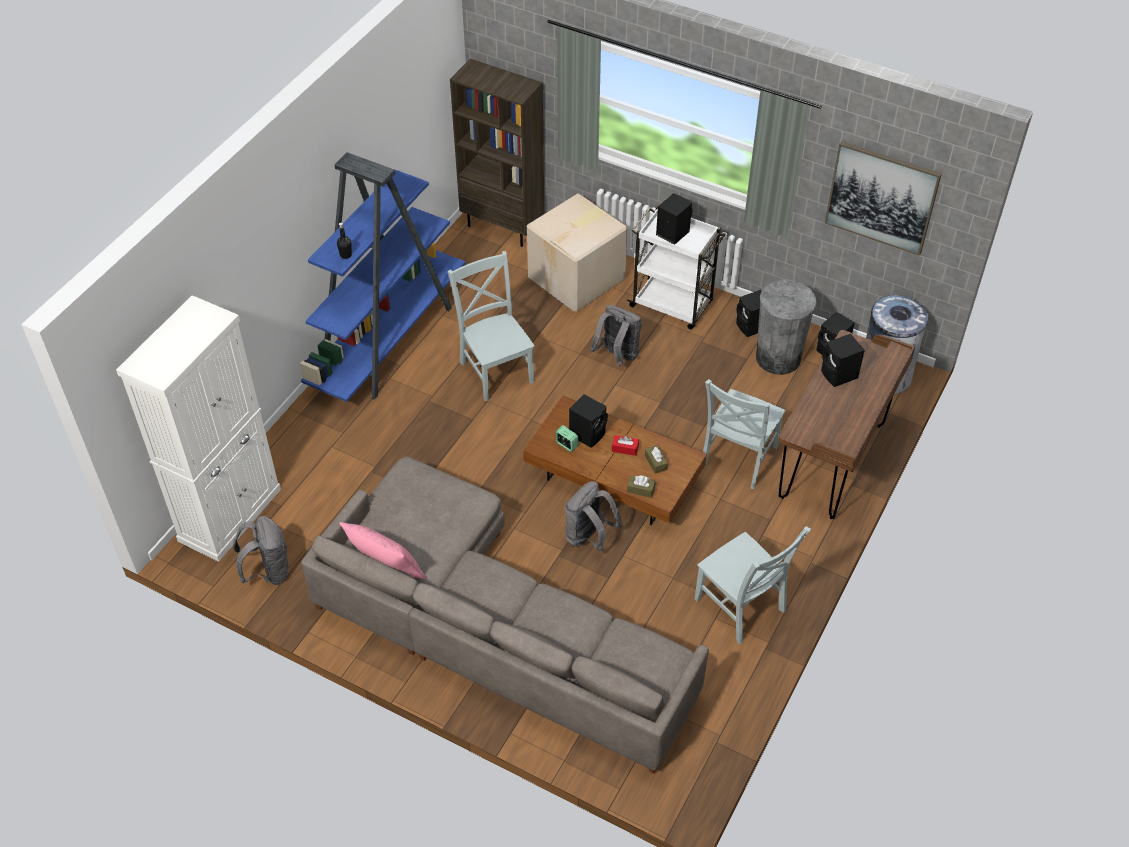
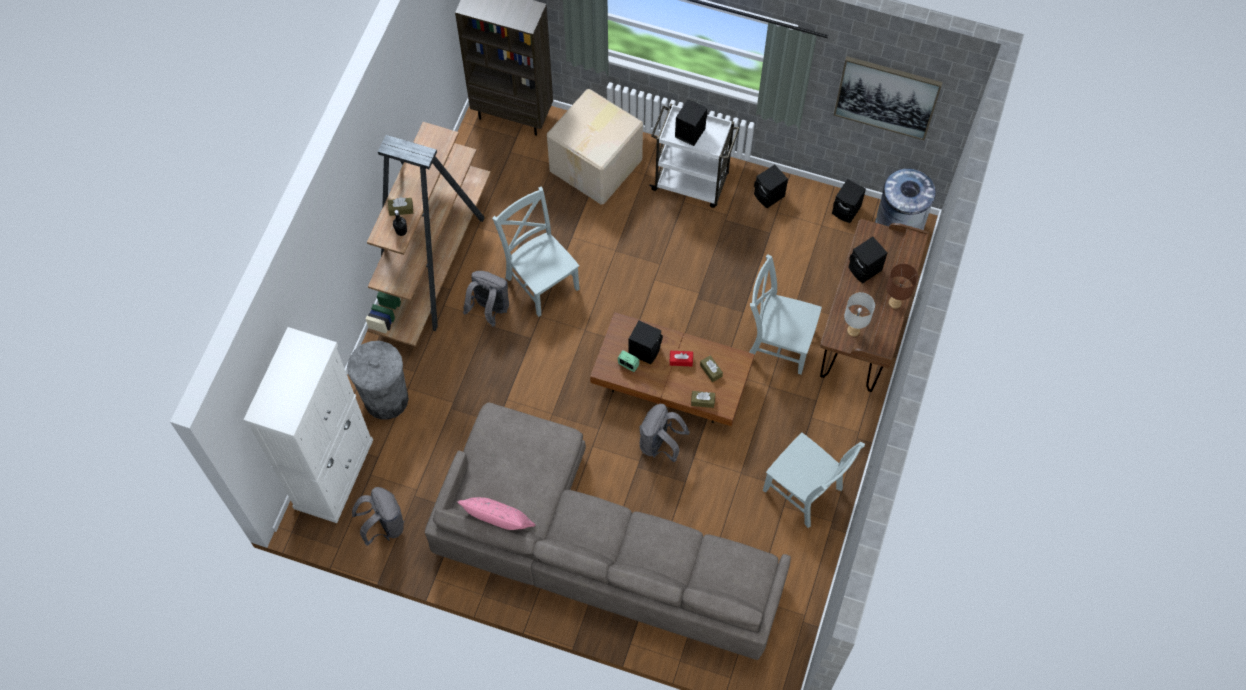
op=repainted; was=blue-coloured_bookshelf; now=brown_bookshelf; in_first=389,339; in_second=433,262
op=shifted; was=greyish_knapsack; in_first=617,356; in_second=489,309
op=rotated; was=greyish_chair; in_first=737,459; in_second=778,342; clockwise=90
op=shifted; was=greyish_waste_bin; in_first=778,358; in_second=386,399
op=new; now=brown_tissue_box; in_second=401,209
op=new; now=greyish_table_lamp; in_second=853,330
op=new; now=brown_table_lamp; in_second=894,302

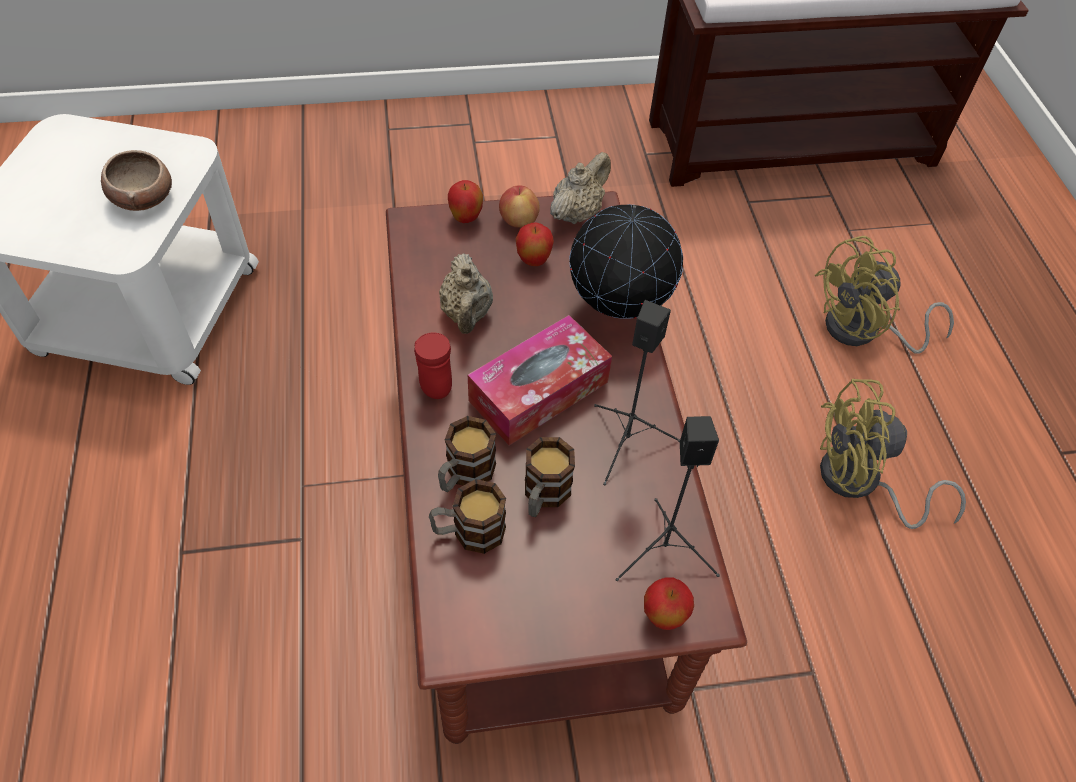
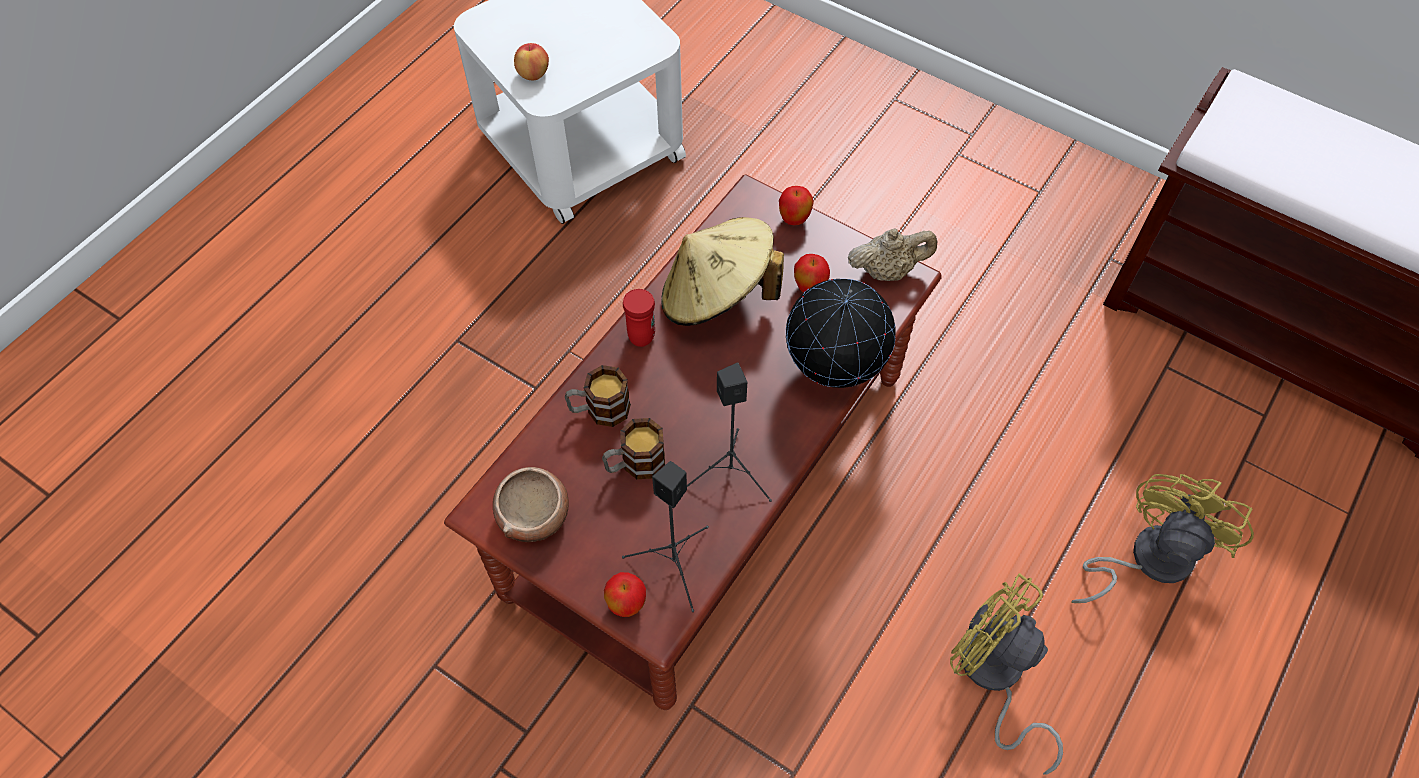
op=shifted; was=bowl; in_first=143,197; in_second=534,514
op=gone; was=tea_mug; in_first=468,532
op=swapped; was=beige_tea_pot; now=beige_hat; in_first=466,314; in_second=717,296
op=gone; was=tissue_box; in_first=538,391
op=shifted; was=apple; in_first=518,221; in_second=533,74
op=rotated; was=yellowish_fan; in_first=863,332; in_second=1147,559; clockwise=105

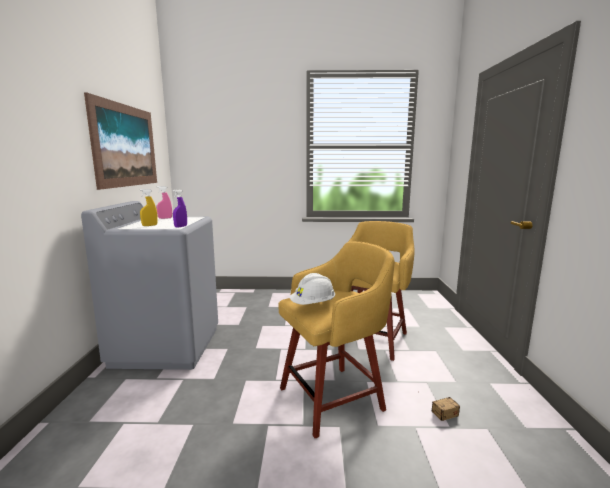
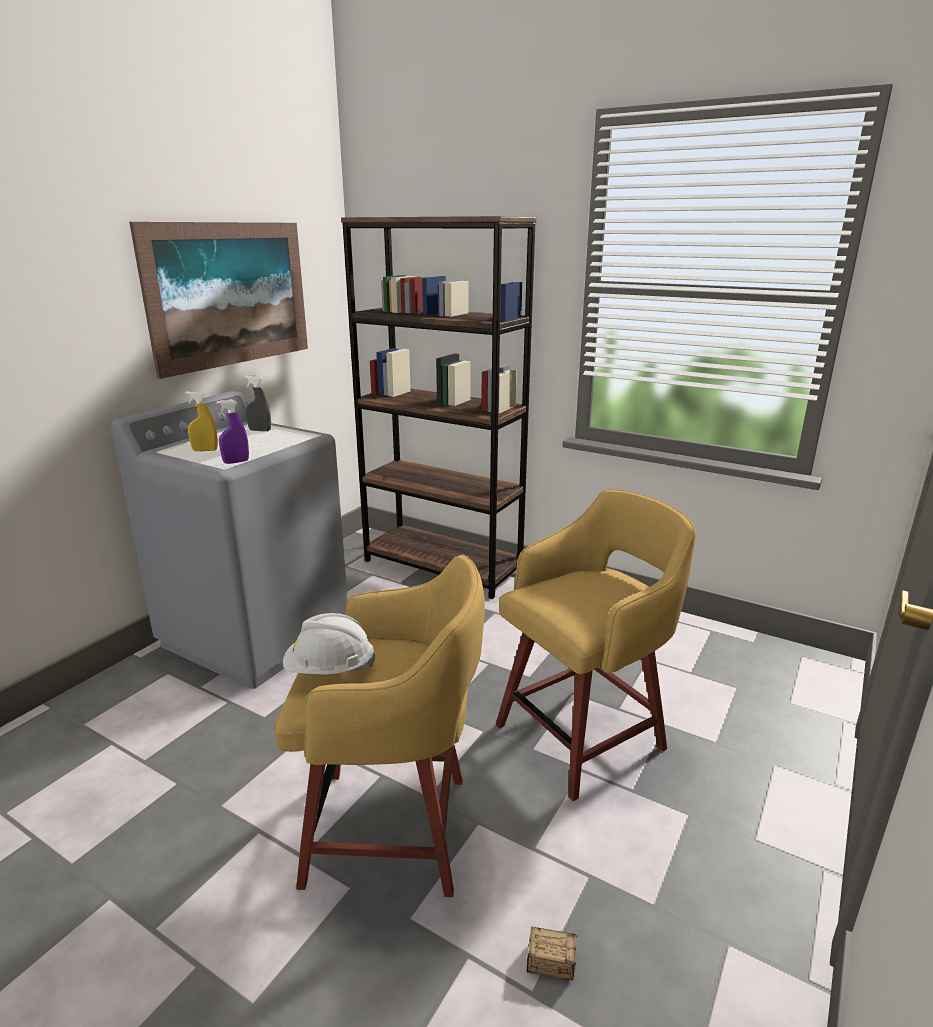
op=repainted; was=pink_hand_sprayer; now=greyish_hand_sprayer; in_first=165,218; in_second=260,430
op=new; now=brown_bookshelf; in_second=442,566

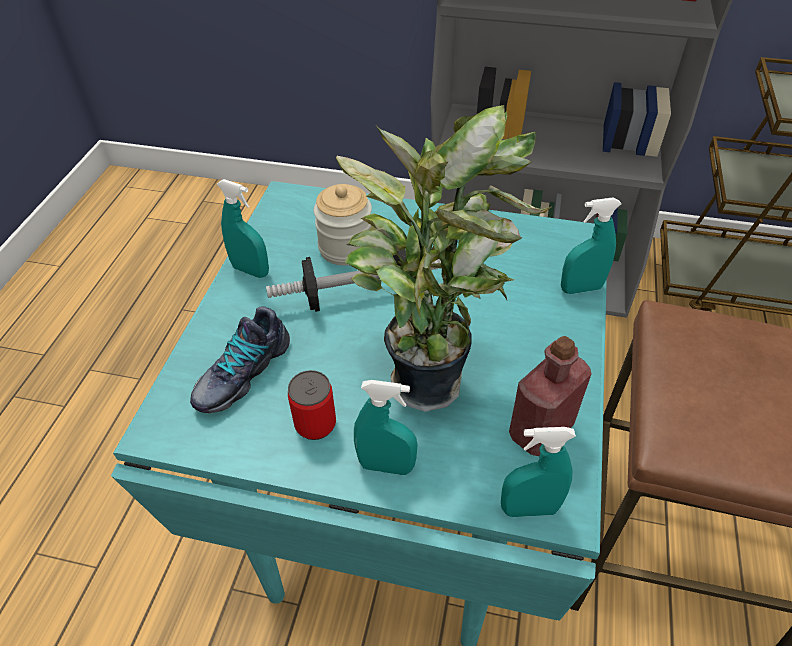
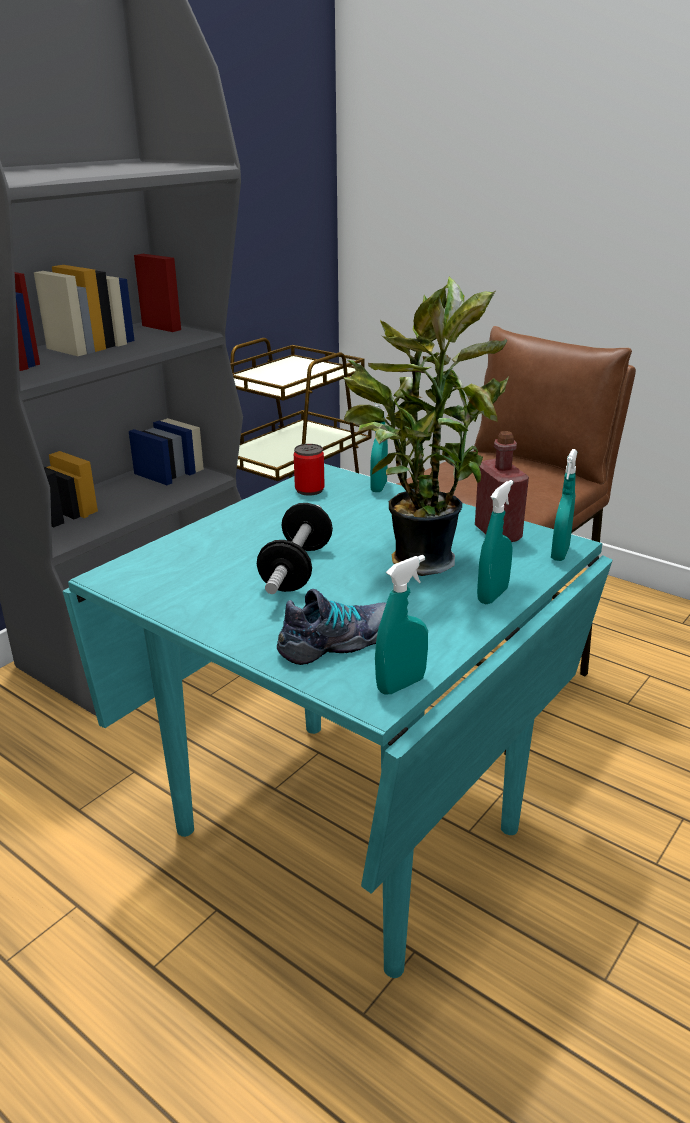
op=rotated; was=item_of_footwear; in_first=241,372; in_second=339,642; clockwise=-90
op=shifted; was=blue-green_hand_sprayer; in_first=251,270; in_second=401,685
op=shifted; was=can; in_first=315,424; in_second=309,490
op=gone; was=jar; in_first=346,248

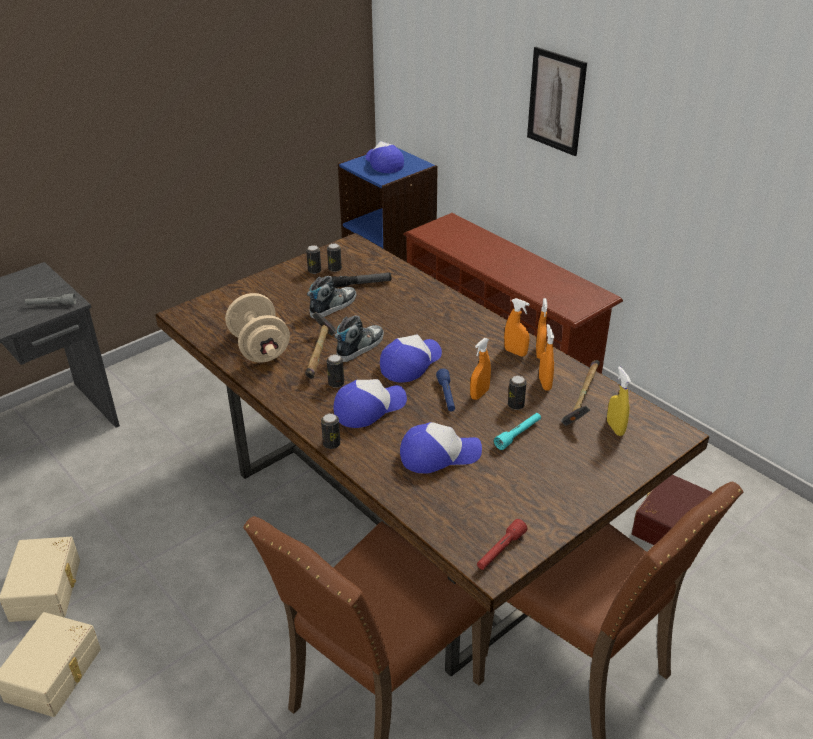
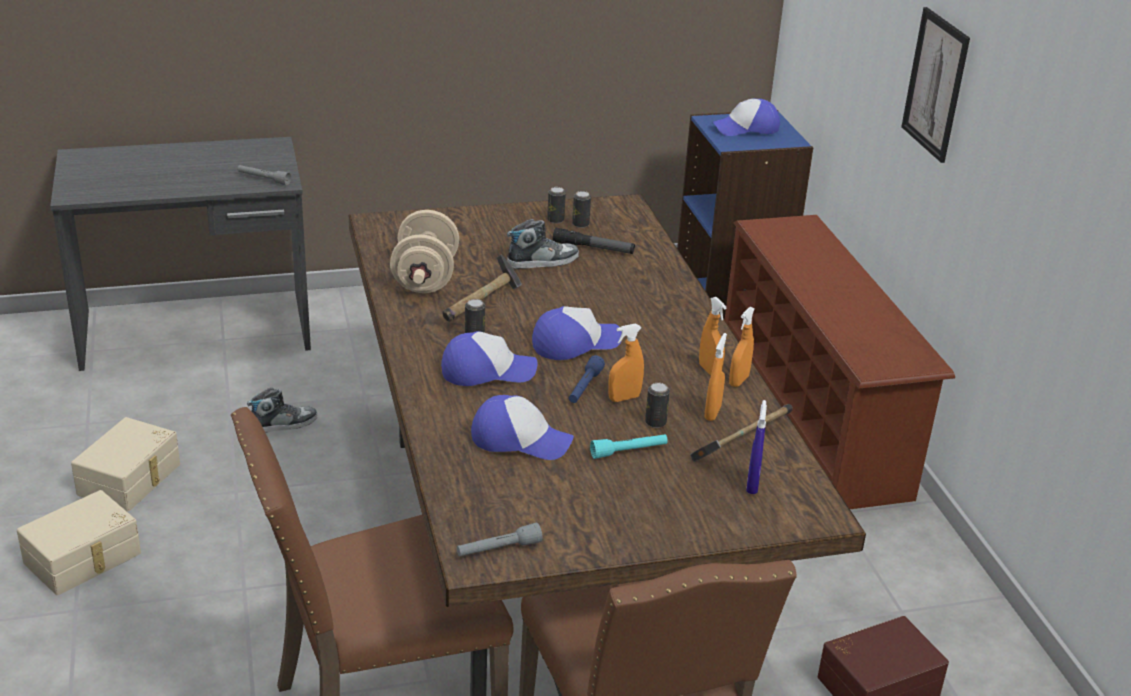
op=gone; was=can; in_first=331,444
op=shifted; was=item_of_footwear; in_first=360,347; in_second=283,424
op=rotated; was=baseball_cap; in_first=383,163; in_second=746,128; clockwise=-105
op=repainted; was=reddish_torch; now=greyish_torch; in_first=500,550; in_second=498,549
op=repainted; was=yellowish_hand_sprayer; now=blue-coloured_hand_sprayer; in_first=615,428; in_second=752,484

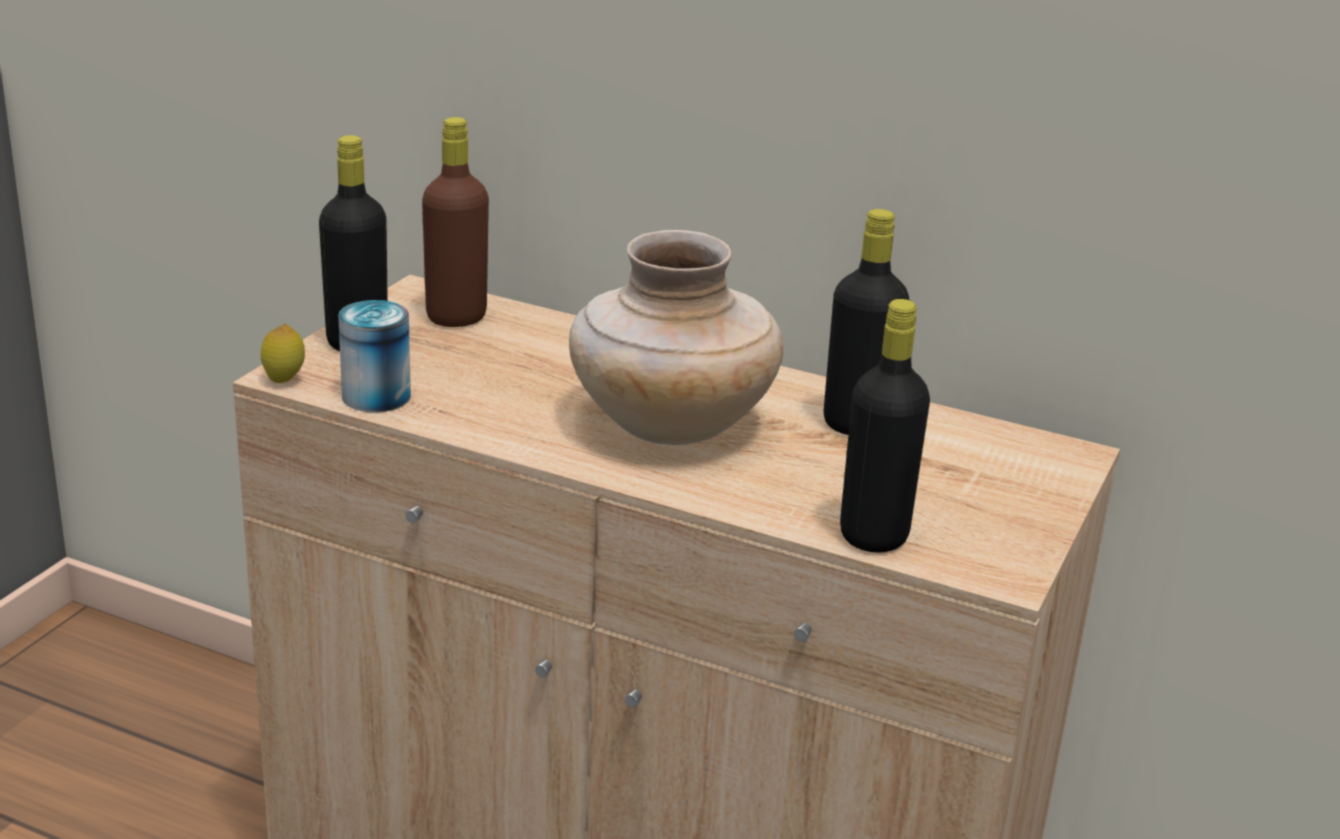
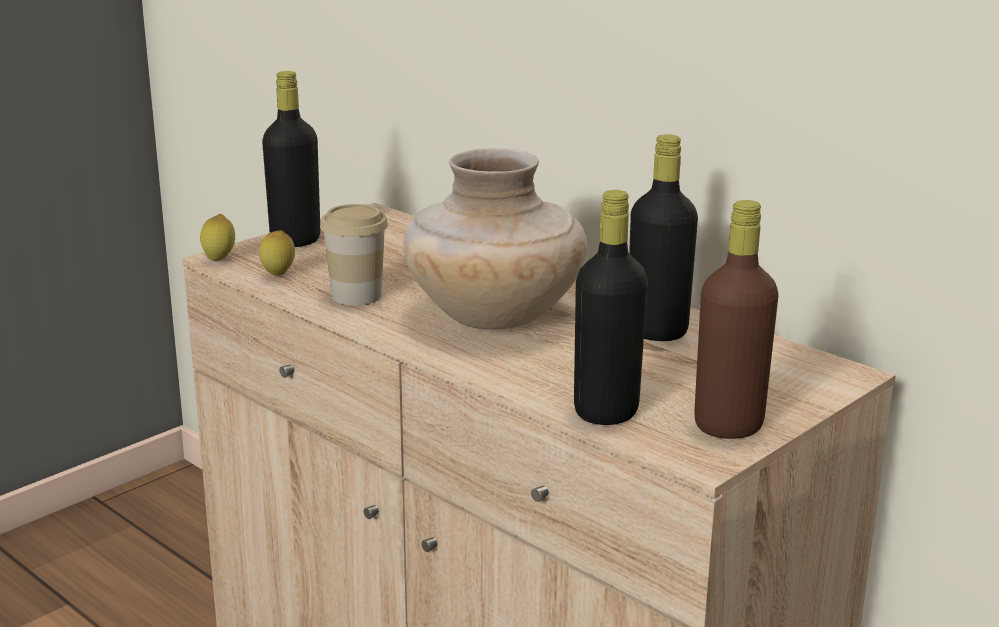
op=swapped; was=can; now=lemon; in_first=376,396; in_second=278,276
op=shifted; was=brown_bottle; in_first=456,317; in_second=728,426
op=new; now=cup; in_second=356,296

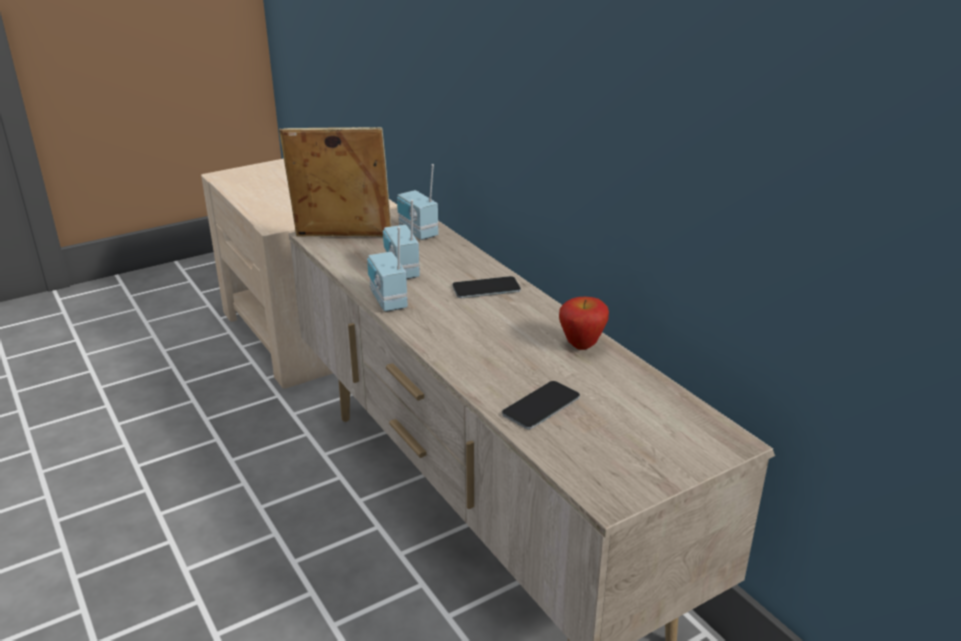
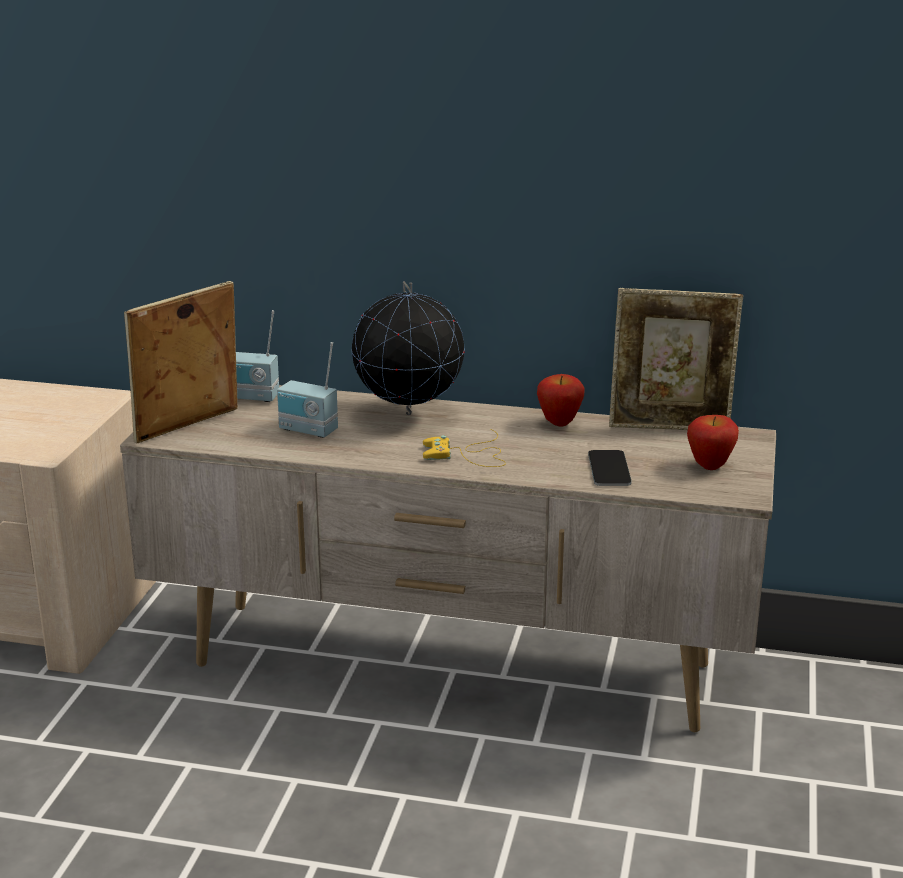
op=gone; was=radio_set; in_first=387,301
op=swapped; was=telephone; now=world_globe; in_first=486,288; in_second=409,415
op=new; now=yellowish_game_controller; in_second=469,455
op=new; now=picture_frame; in_second=670,427
op=new; now=apple; in_second=710,466

